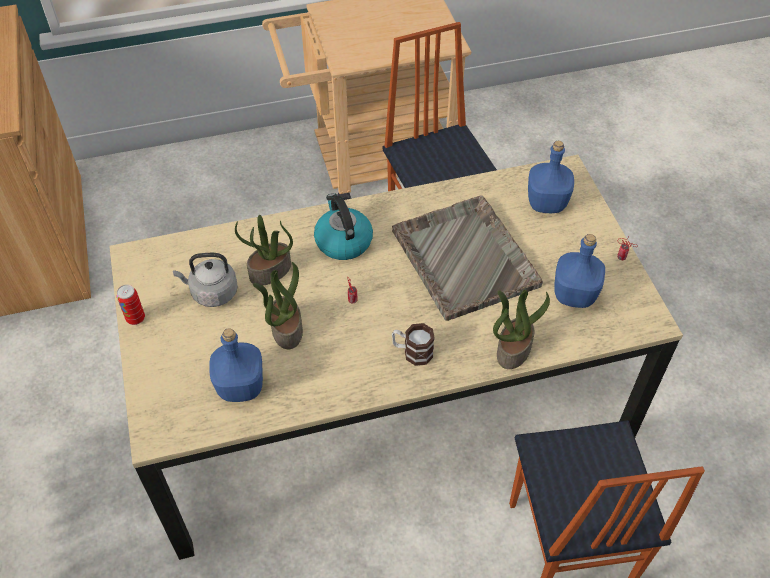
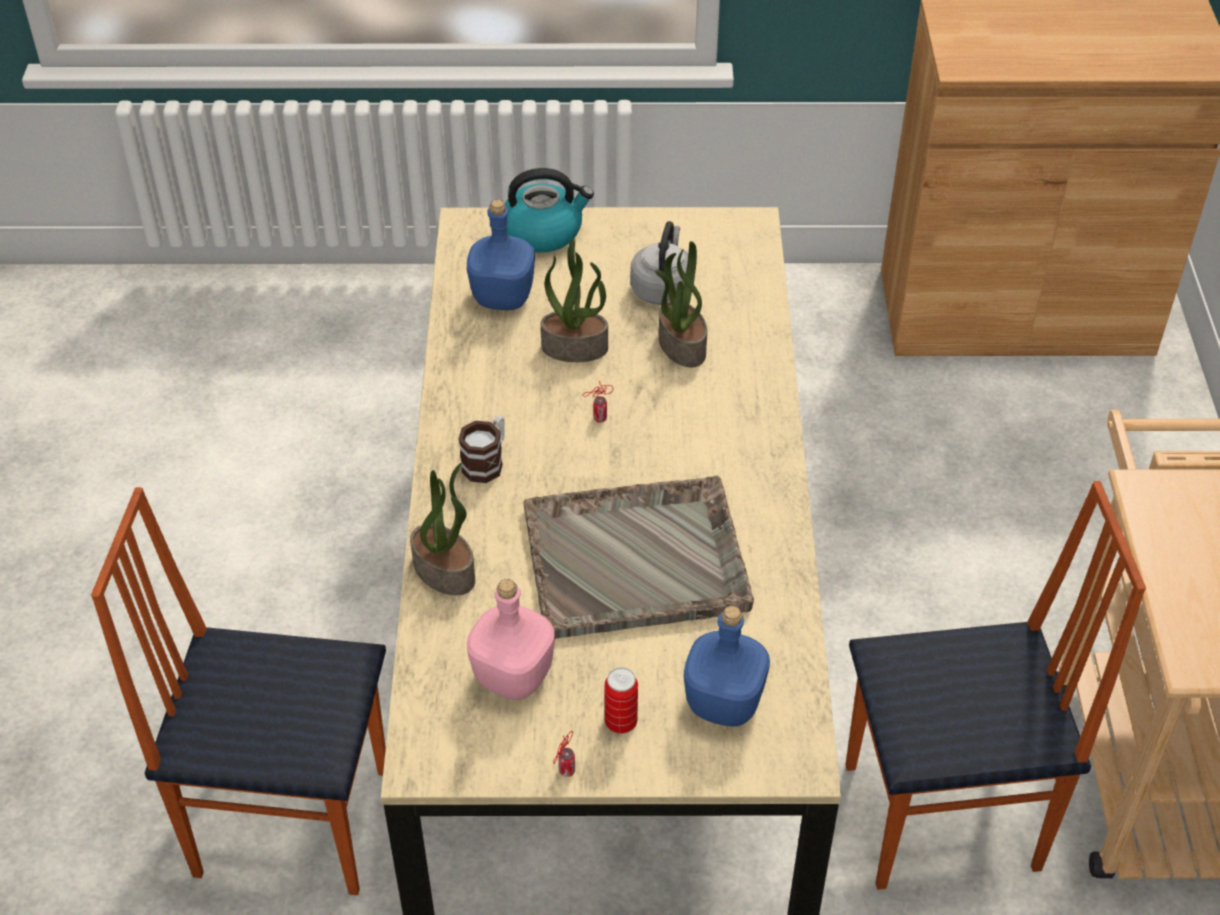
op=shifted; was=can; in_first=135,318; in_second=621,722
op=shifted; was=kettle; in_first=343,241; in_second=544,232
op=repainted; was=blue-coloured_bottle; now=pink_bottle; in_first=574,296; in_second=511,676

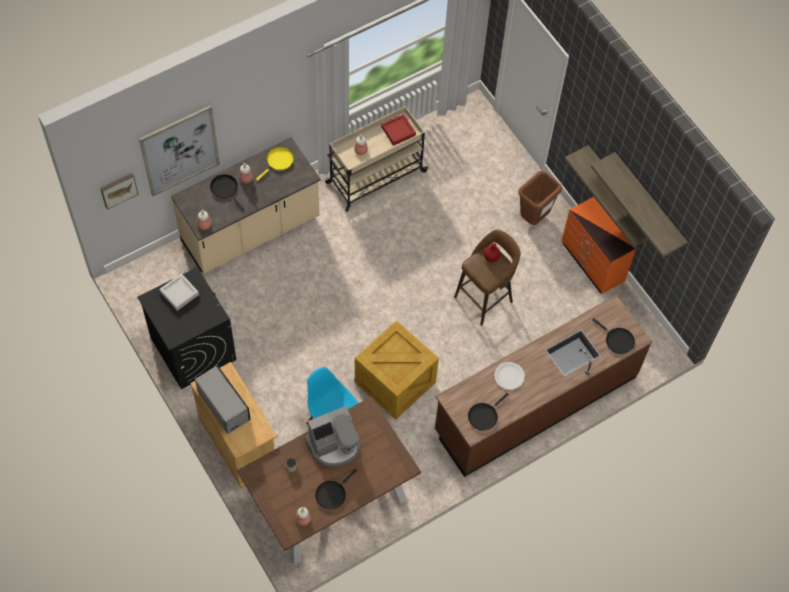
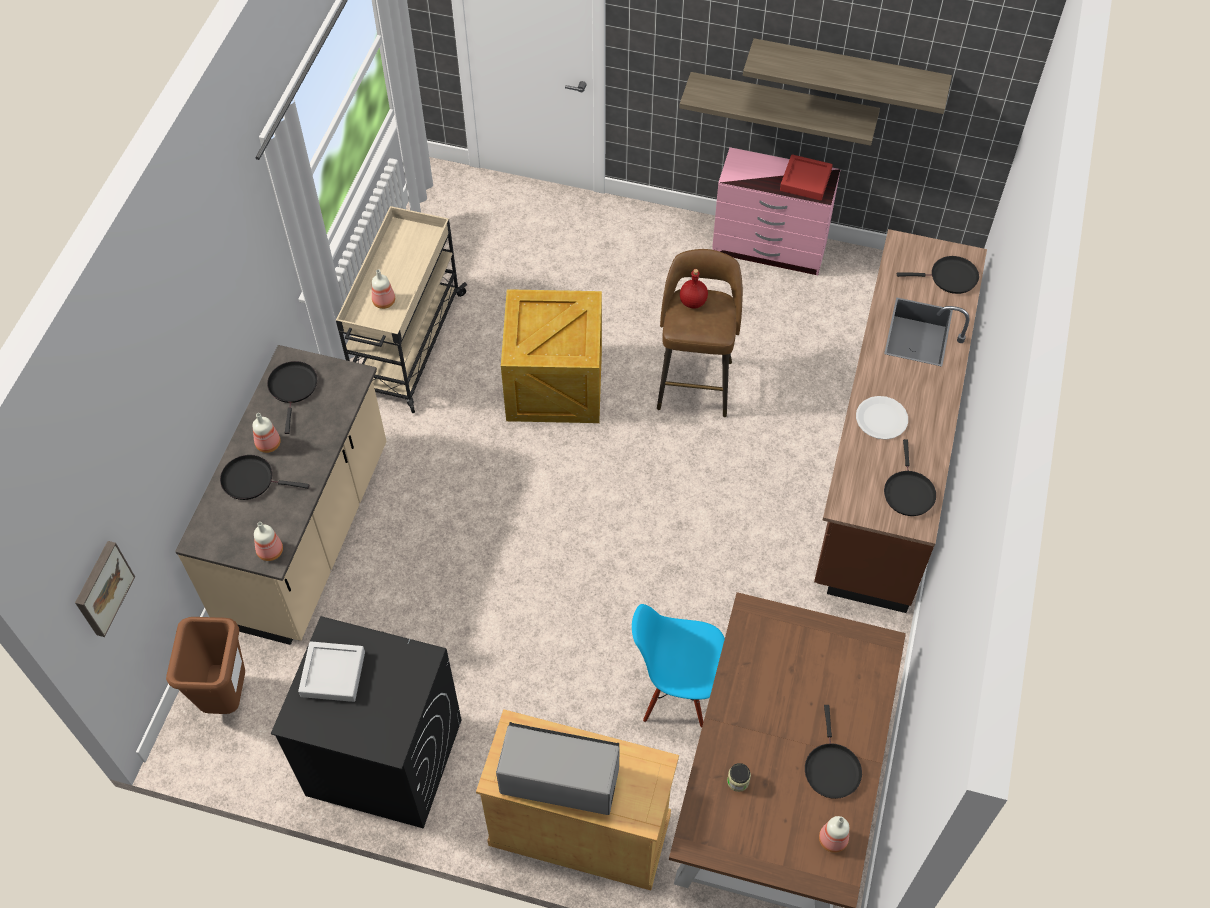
op=gone; was=picture; in_first=180,150
op=repainted; was=yellowish_frying_pan; now=black-coloured_frying_pan; in_first=278,161; in_second=293,388
op=gone; was=coffee_machine; in_first=334,445
op=shifted; was=shipping_crate; in_first=393,382; in_second=553,385
op=shifted; was=reddish_carrying_tray; in_first=398,131; in_second=805,181
op=shifted; was=brown_waste_bin; in_first=533,218; in_second=226,697
op=repainted; was=orange_chest_of_drawers; now=pink_chest_of_drawers; in_first=592,262; in_second=769,249

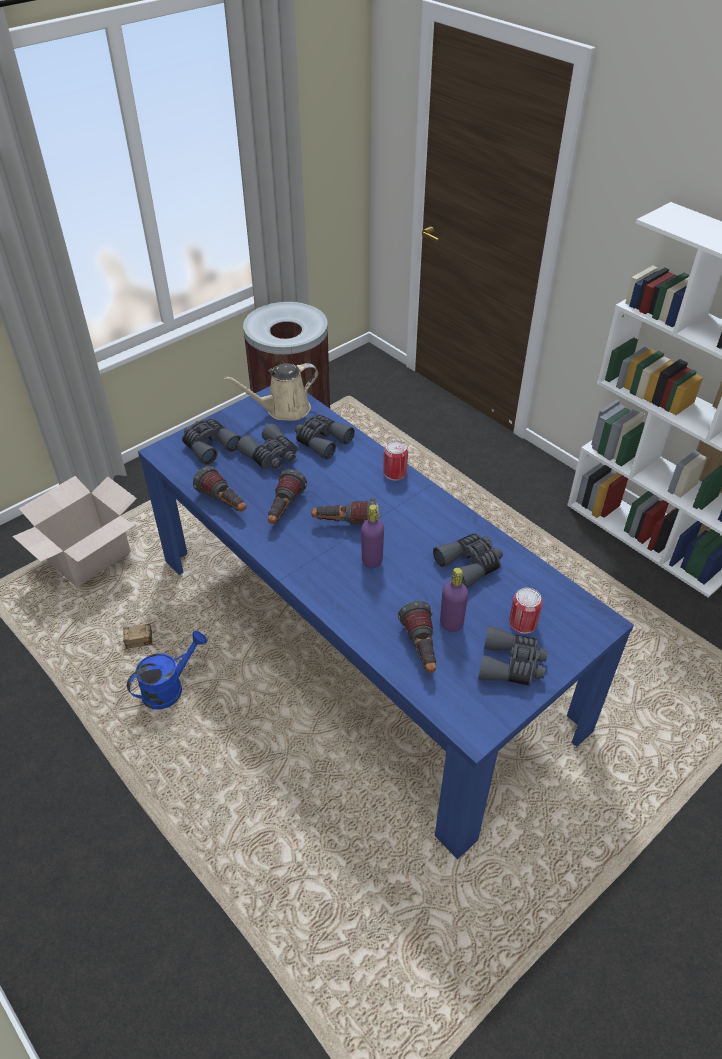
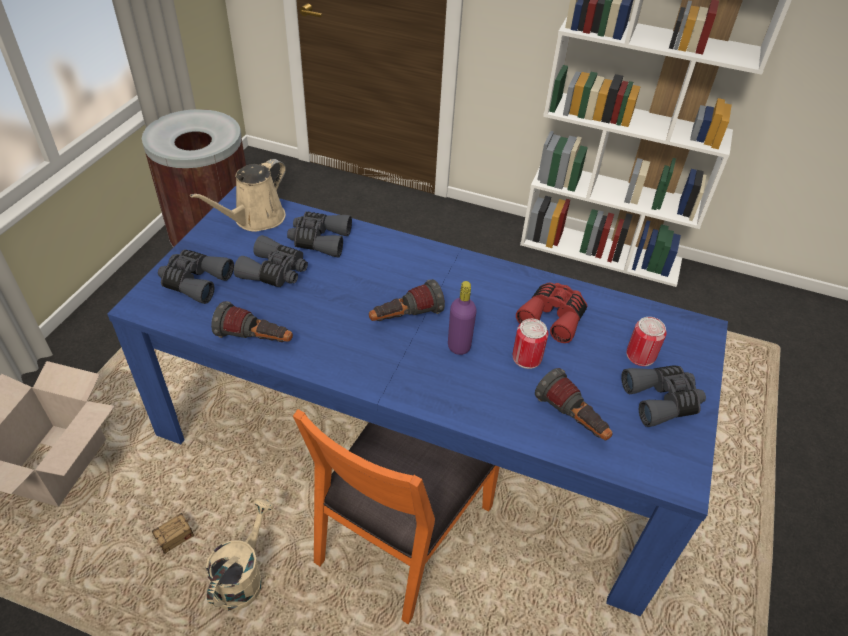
op=repainted; was=blue-coloured_watering_pot; now=beige_watering_pot; in_first=169,688; in_second=243,576
op=gone; was=torch; in_first=284,510
op=shifted; was=can; in_first=395,472; in_second=527,357
op=repainted; was=greyish_binoculars; now=reddish_binoculars; in_first=470,565; in_second=553,316
op=gone; was=purplish_bottle; in_first=451,624
op=new; now=orange_chair; in_second=402,533

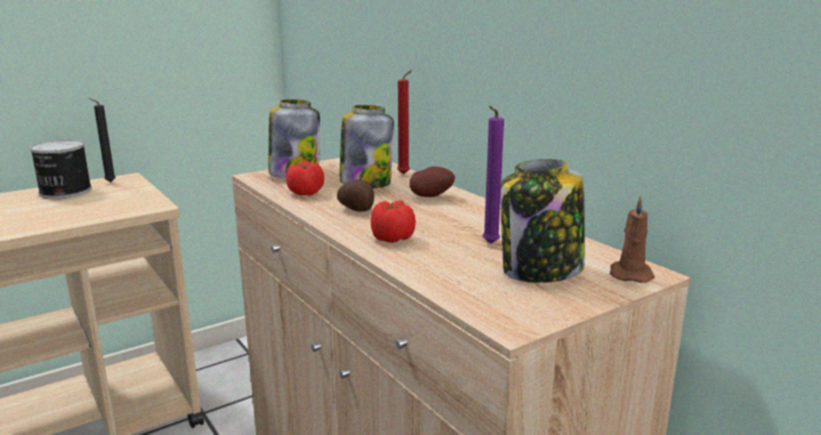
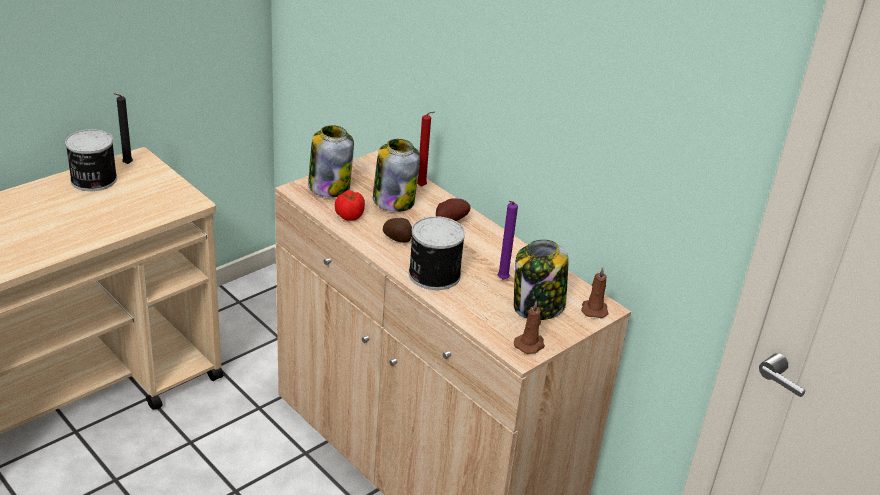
op=swapped; was=whole_tomato; now=can; in_first=392,238; in_second=433,274
op=new; now=brown_candle; in_second=530,344

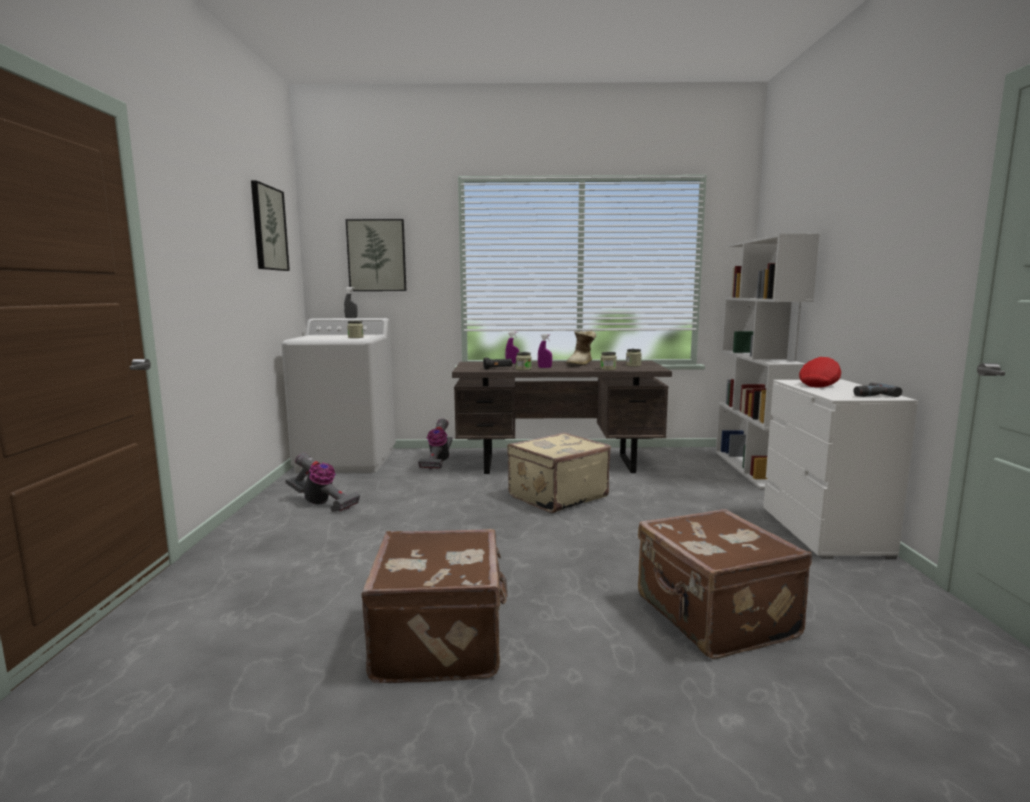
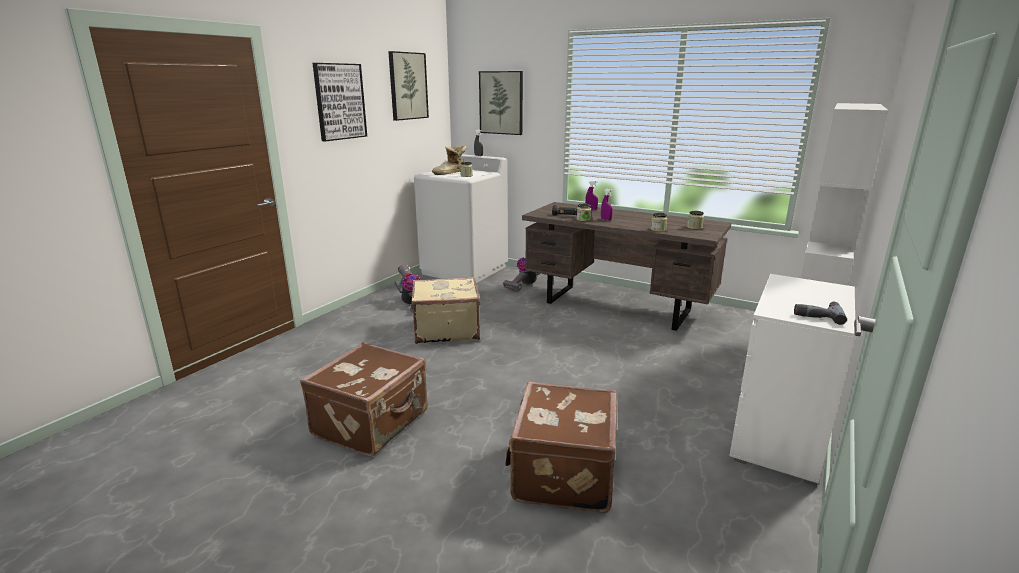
op=shifted; was=beige_piece_of_luggage; in_first=556,496; in_second=446,330
op=shifted; was=boot; in_first=581,364; in_second=450,173
op=gone; was=reddish_baseball_cap; in_first=820,384
op=new; now=picture; in_second=339,101

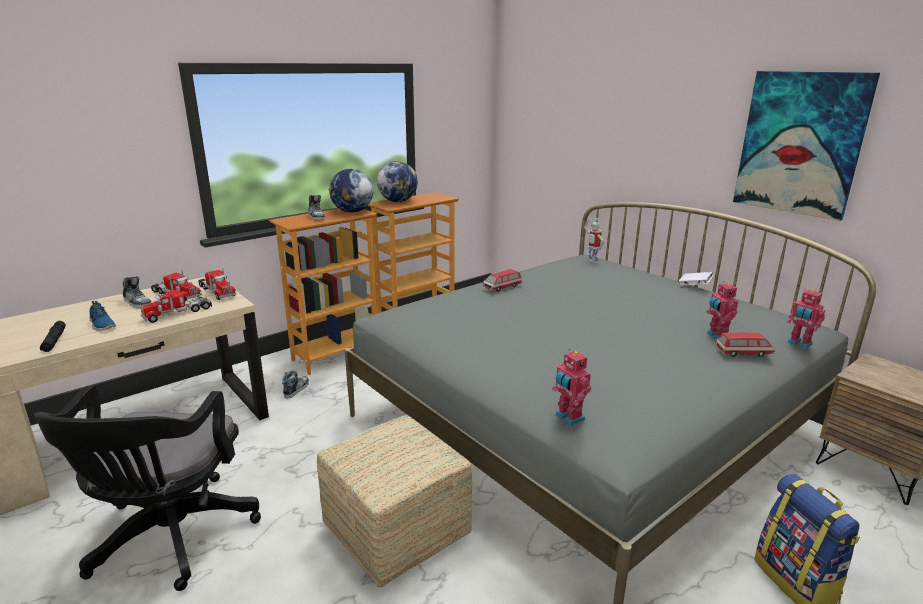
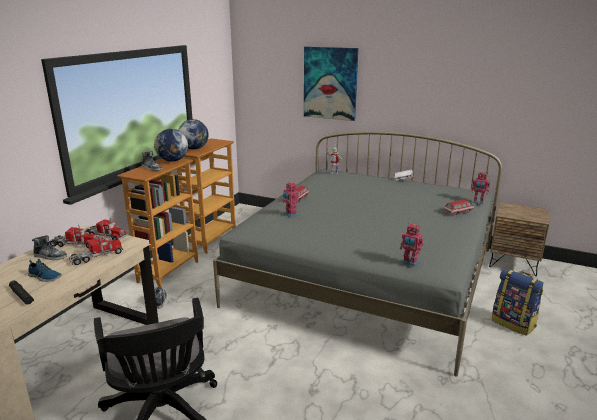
op=rotated; was=toy_lorry; in_first=178,313; in_second=96,257; clockwise=-150
op=gone; was=footrest; in_first=398,532
op=shifted; was=toy_robot; in_first=716,336; in_second=290,214
op=shifted; was=picture; in_first=800,143; in_second=330,83

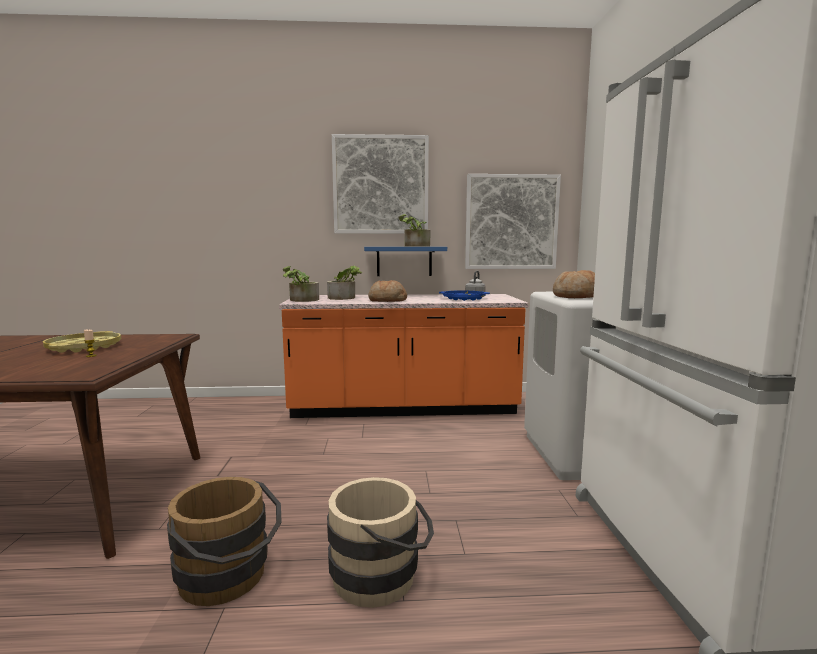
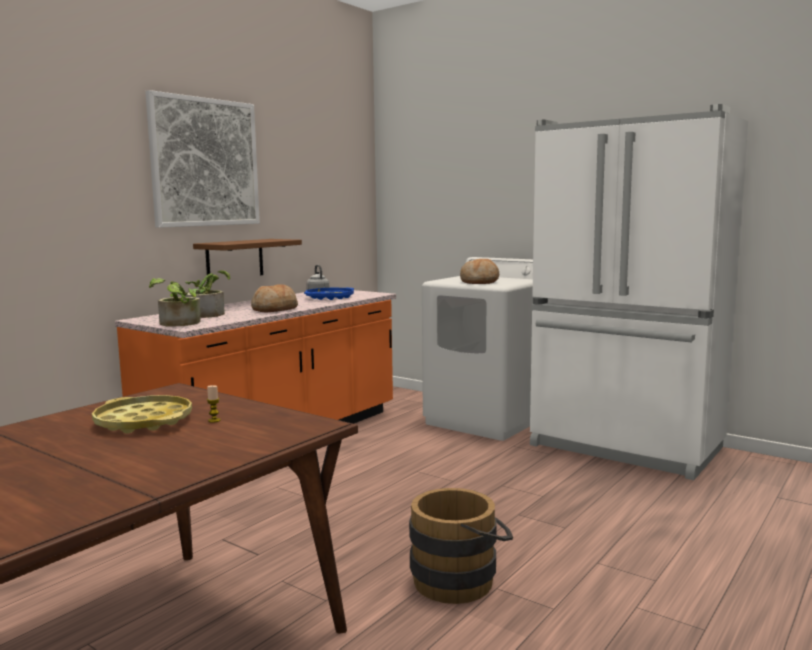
op=gone; was=beige_bucket; in_first=382,576
op=repainted; was=blue-coloured_shelf; now=brown_shelf; in_first=404,261; in_second=234,259
op=gone; was=houseplant; in_first=414,246
op=gone; was=picture; in_first=511,222

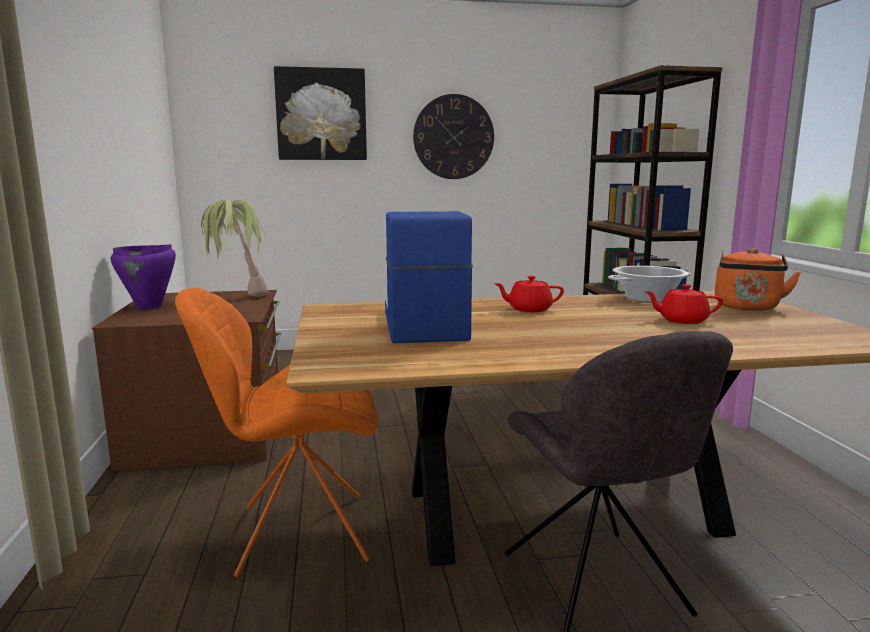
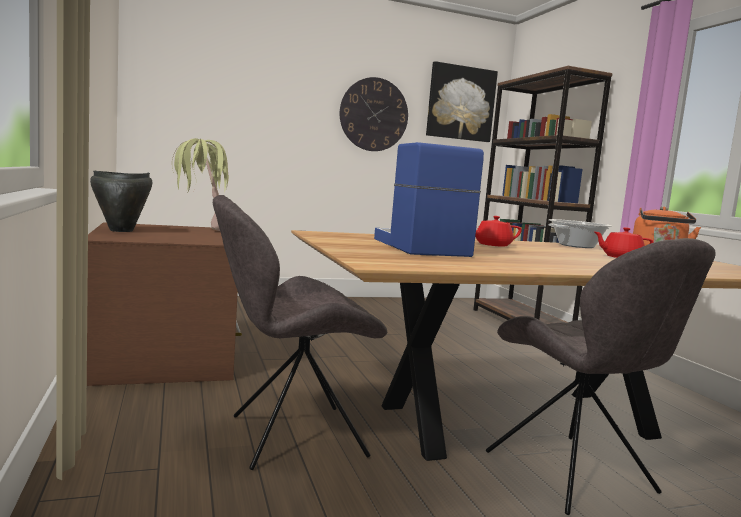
op=repainted; was=purplish_cooking_pot; now=black-coloured_cooking_pot; in_first=149,307; in_second=121,230
op=repainted; was=orange_chair; now=greyish_chair; in_first=296,533; in_second=291,436
op=shifted; was=picture; in_first=321,114; in_second=460,103

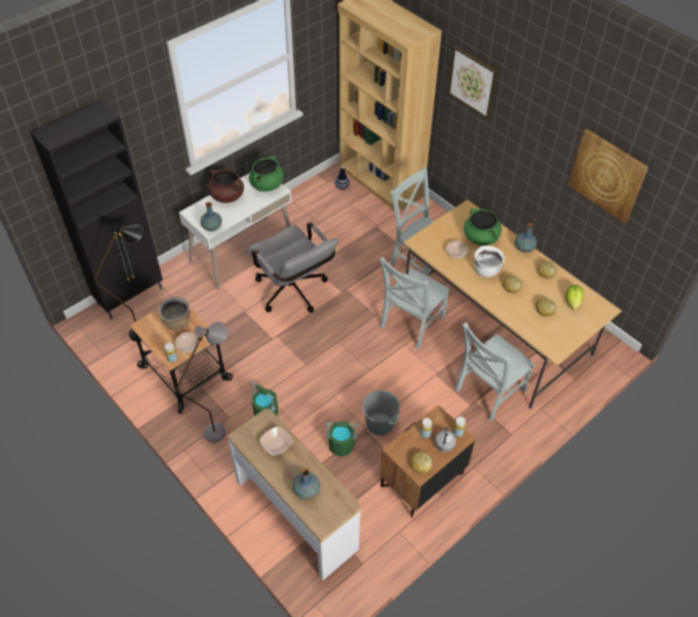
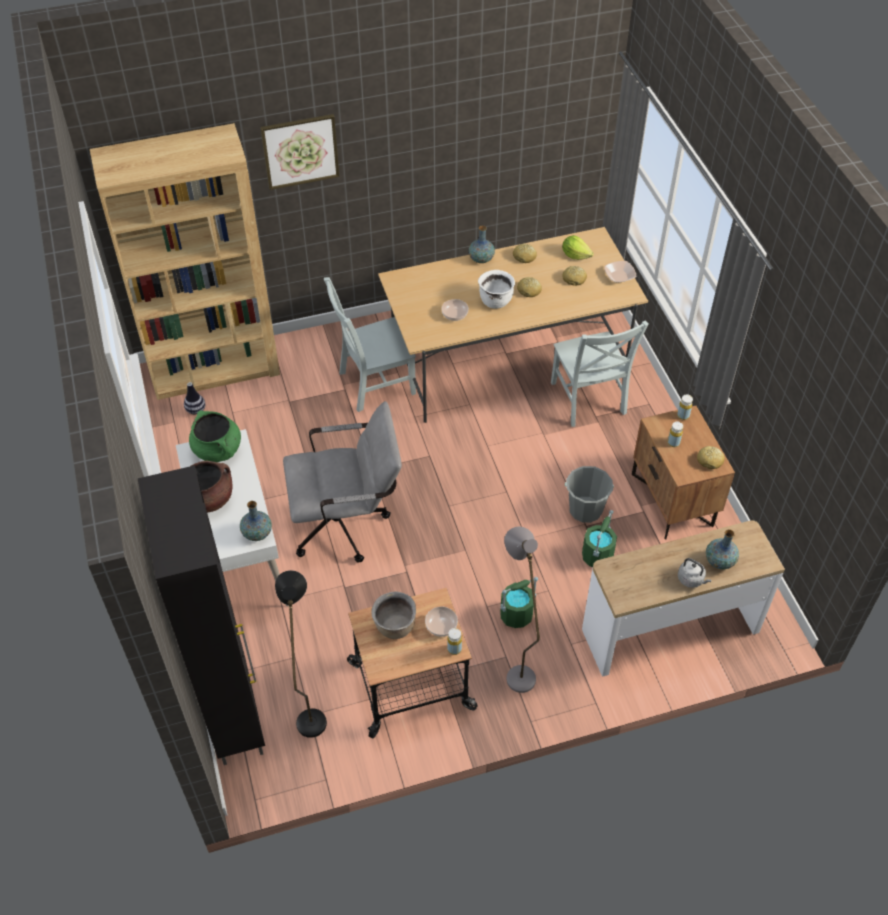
op=shifted; was=bowl; in_first=276,444; in_second=619,276
op=gone; was=greyish_chair; in_first=410,324
op=shifted; was=greyish_kettle; in_first=444,445; in_second=691,579
op=gone; was=greenish_cooking_pot; in_first=481,237
op=gone; was=picture; in_first=607,175

